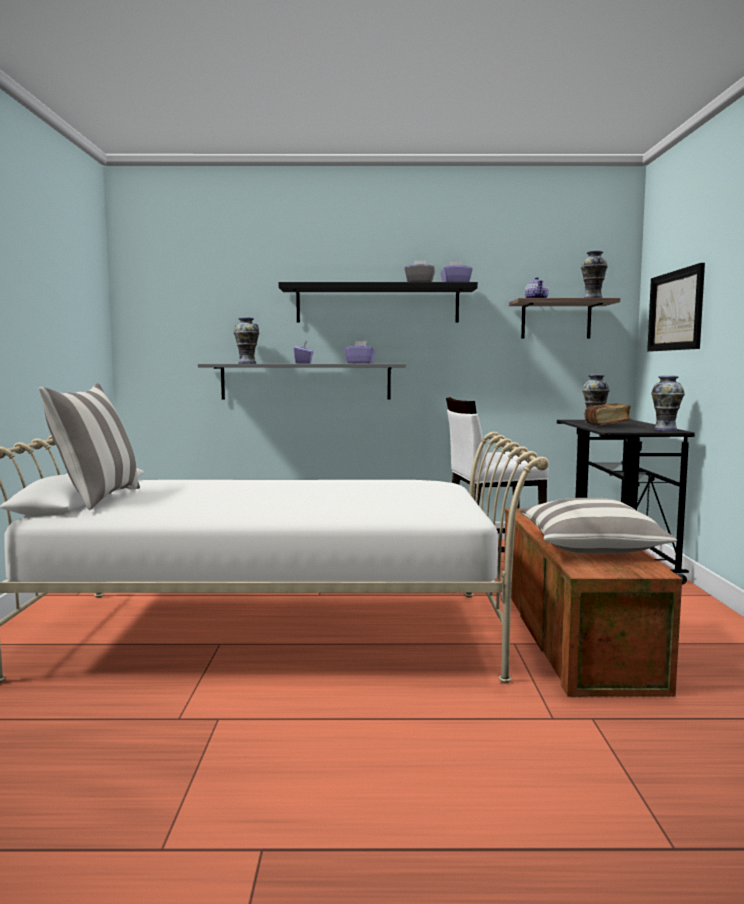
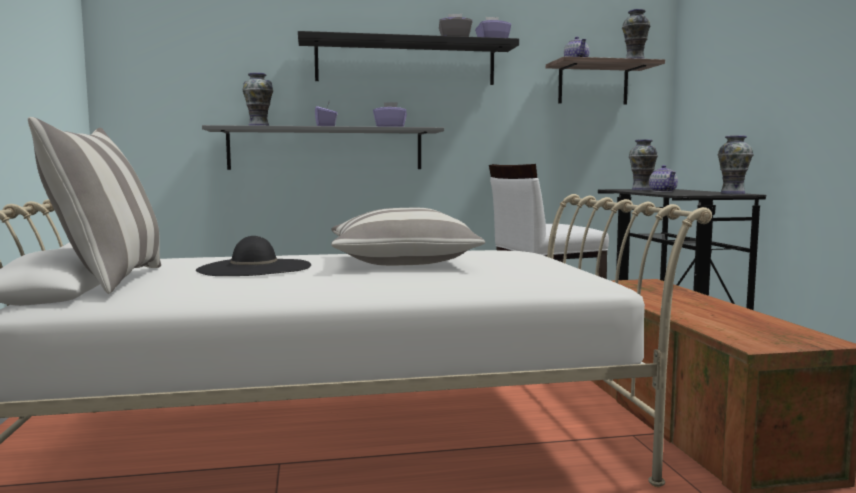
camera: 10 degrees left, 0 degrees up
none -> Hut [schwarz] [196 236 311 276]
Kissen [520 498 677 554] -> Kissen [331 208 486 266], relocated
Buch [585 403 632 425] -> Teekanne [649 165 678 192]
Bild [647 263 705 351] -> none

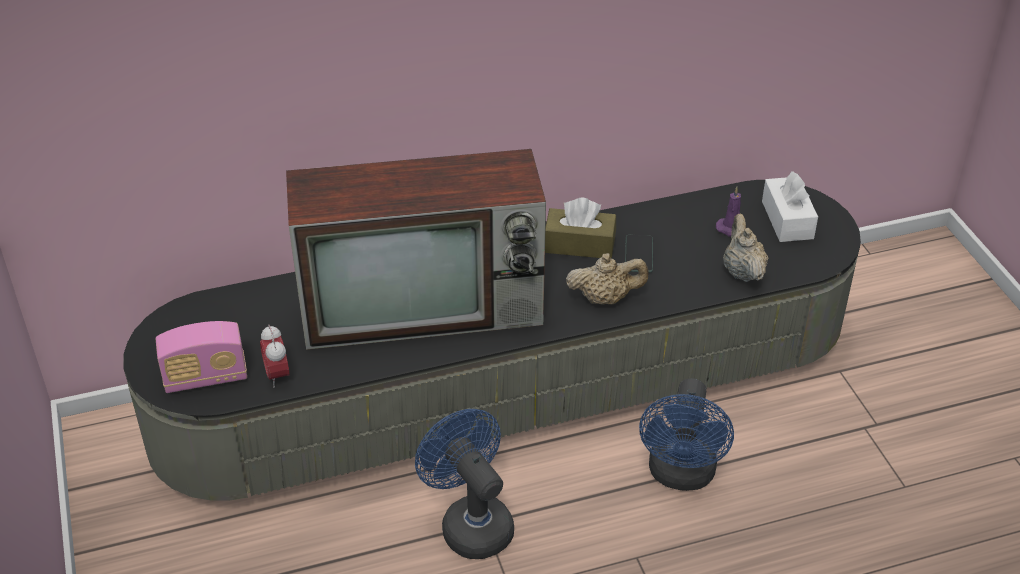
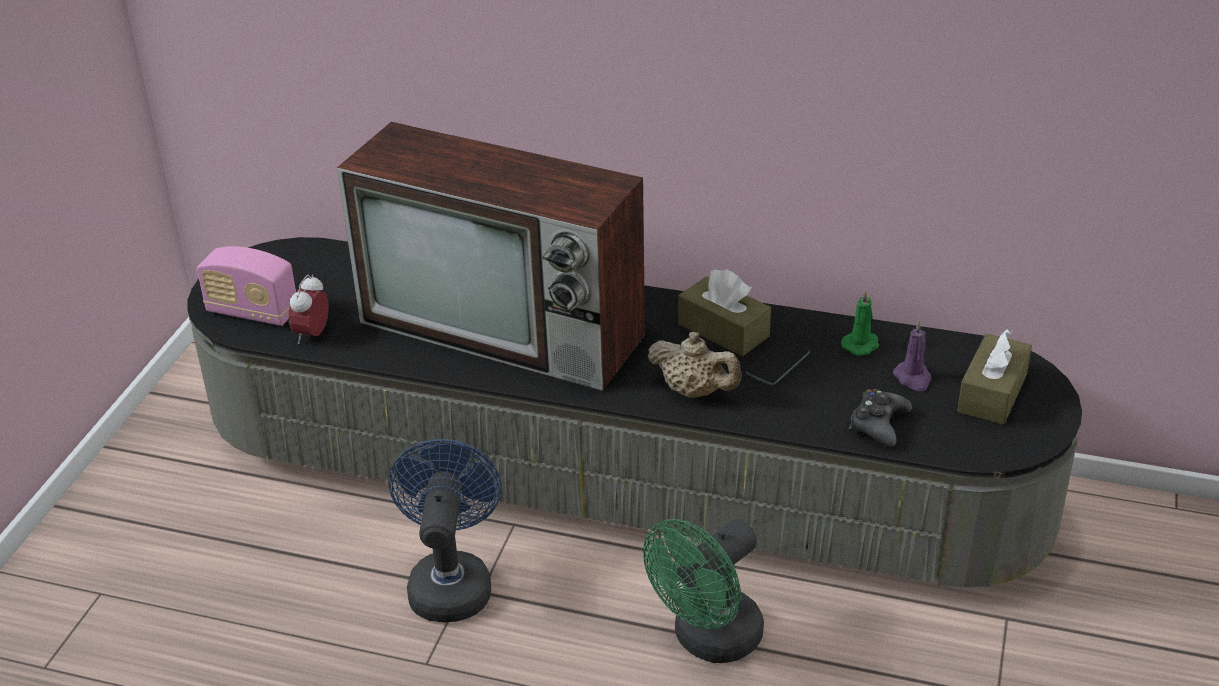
camera: 35 degrees right, 5 degrees down
Ventilator [blau] [639 378 734 491] -> Ventilator [grün] [643 519 764 663]
none -> Kerze [grün] [841 289 880 356]
Teekanne [beige] [723 214 768 282] -> Gamepad [schwarz] [848 389 912 447]
Taschentuchbox [weiß] [762 171 818 242] -> Taschentuchbox [braun] [957 329 1032 425]

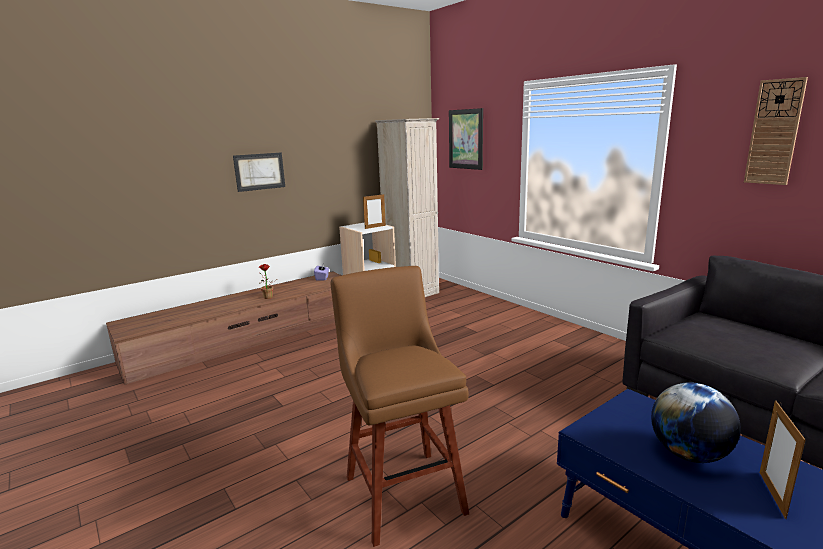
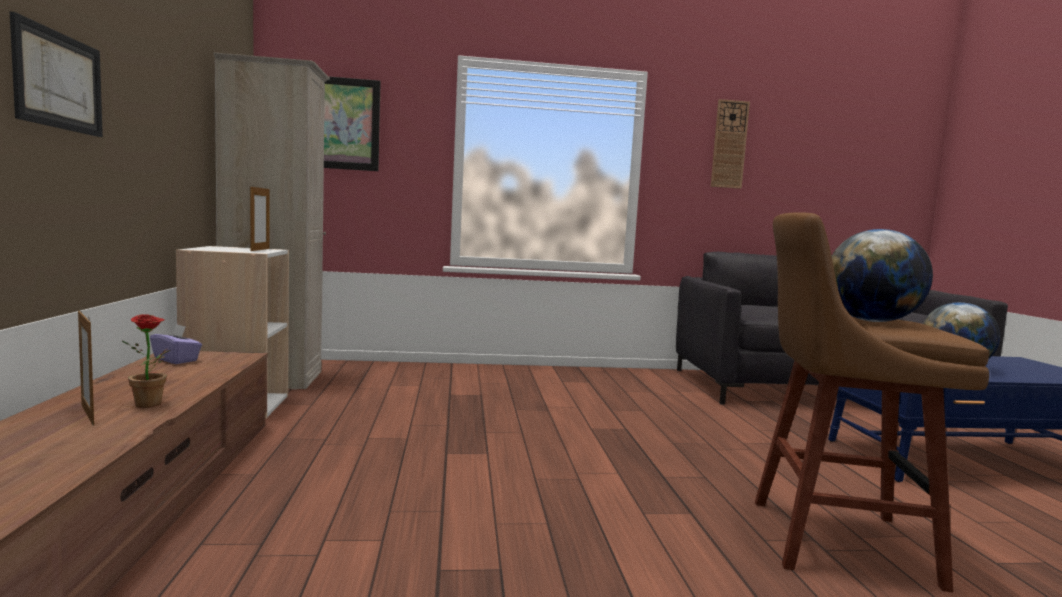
camera: 60 degrees left, 10 degrees down
Bilderrahmen [760 401 806 519] -> Bilderrahmen [78 310 94 425], relocated
none -> Globus [832 229 933 322]

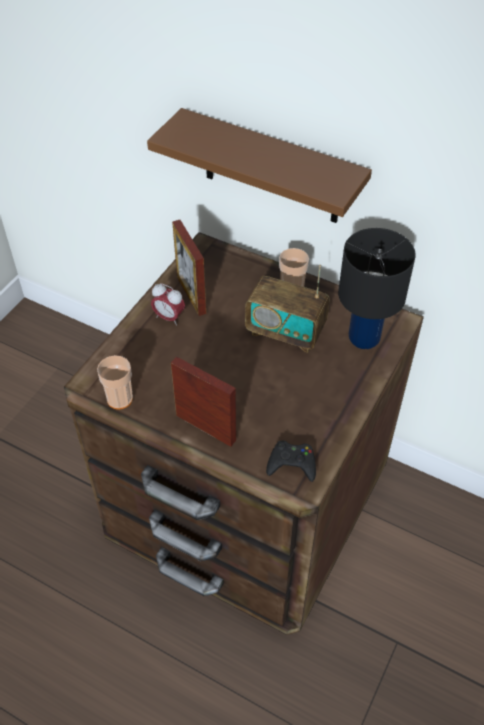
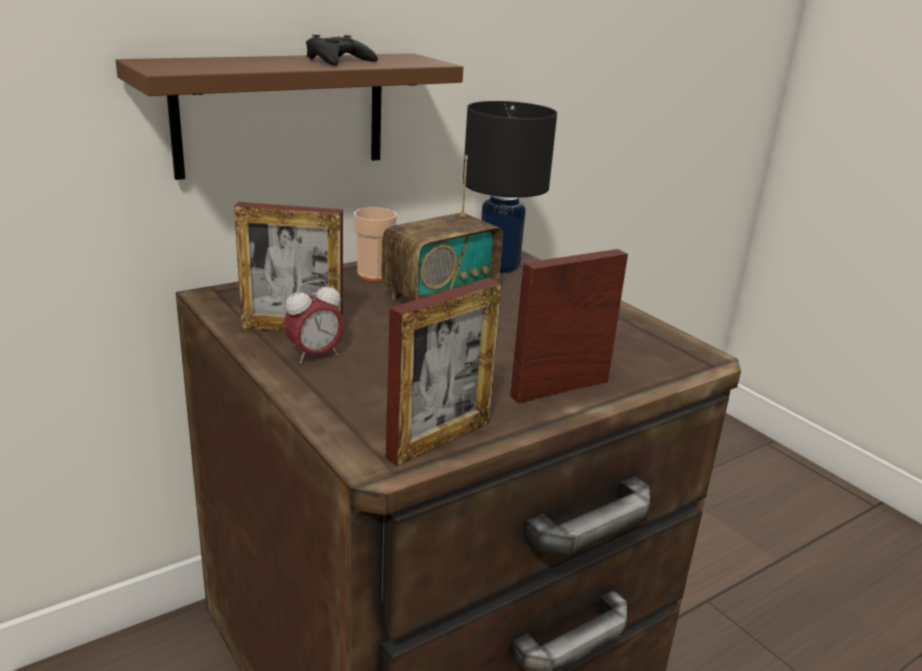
camera: 65 degrees left, 25 degrees down
Gamepad [schwarz] [266 441 316 482] -> Gamepad [schwarz] [306 35 378 66], relocated
Tasse [97 355 133 410] -> Bilderrahmen [386 278 502 466]

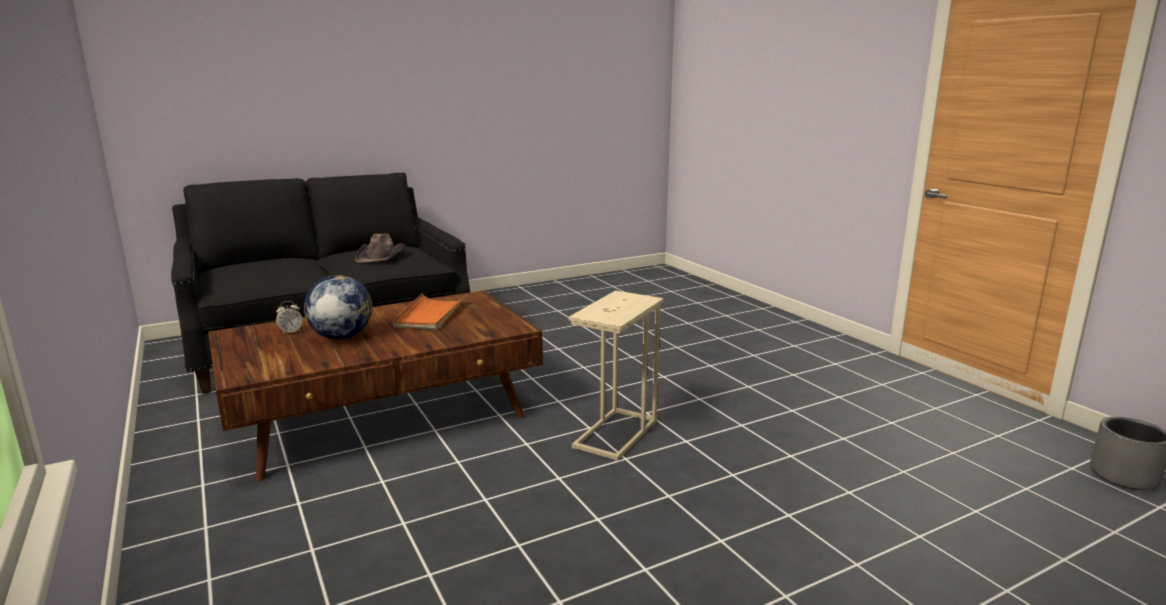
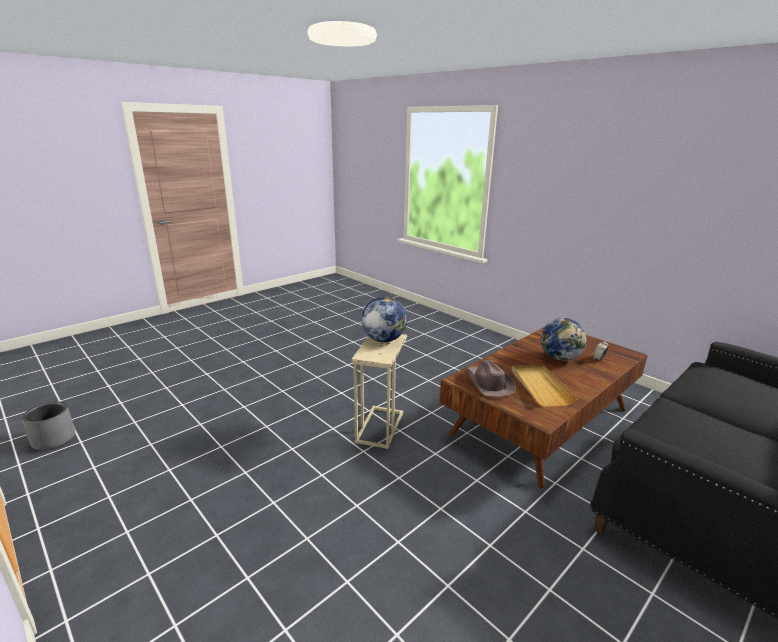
camera: 165 degrees right, 5 degrees up
none -> Globus [362 297 407 342]
Hut [braun] [355 233 406 262] -> Hut [braun] [466 360 516 397], relocated
Tablett [orange] [393 293 467 330] -> Tablett [beige] [512 365 578 407]

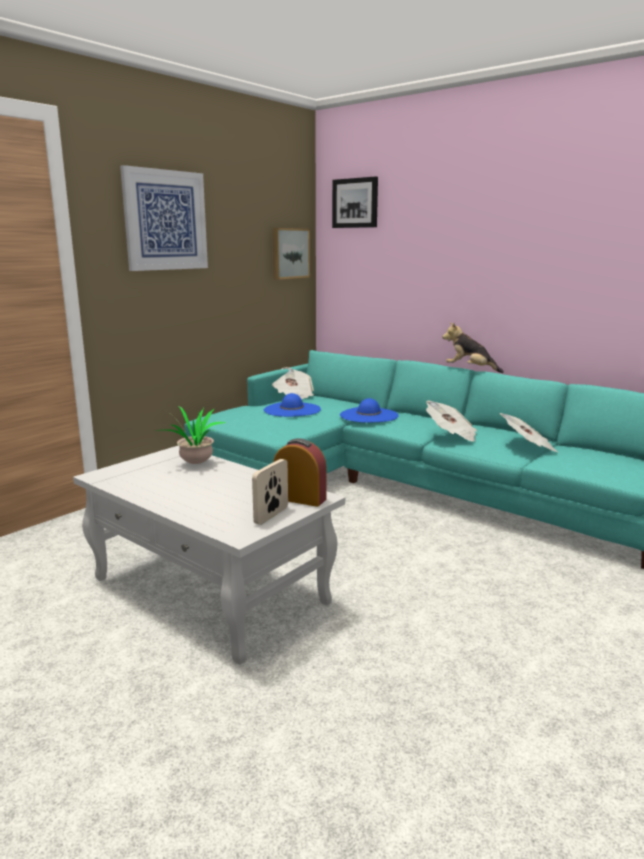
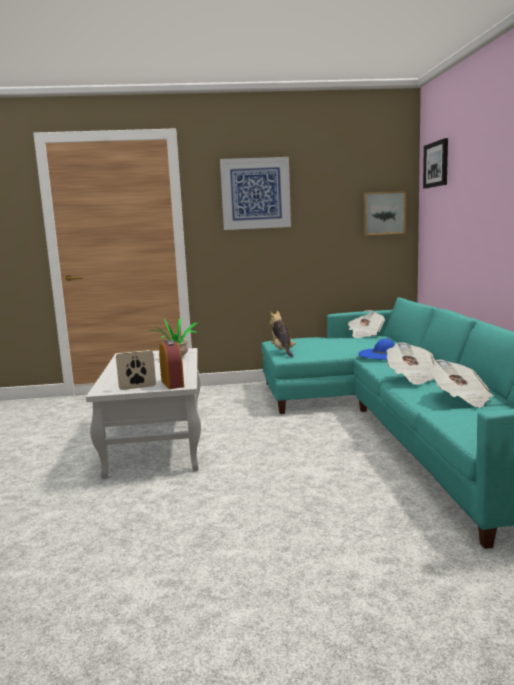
camera: 45 degrees right, 5 degrees down
Plüschtier [442 322 504 373] -> Plüschtier [270 311 296 357], relocated
Hut [blau] [264 393 321 417] -> none

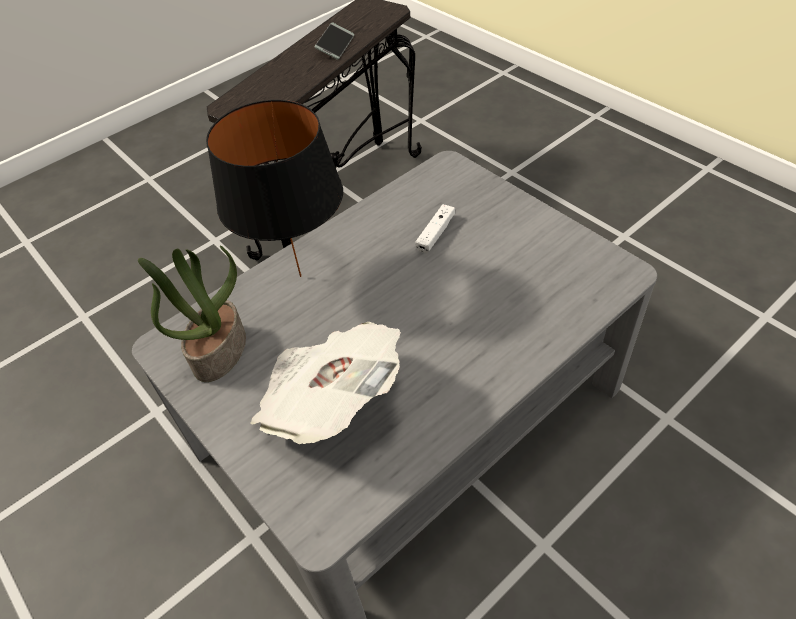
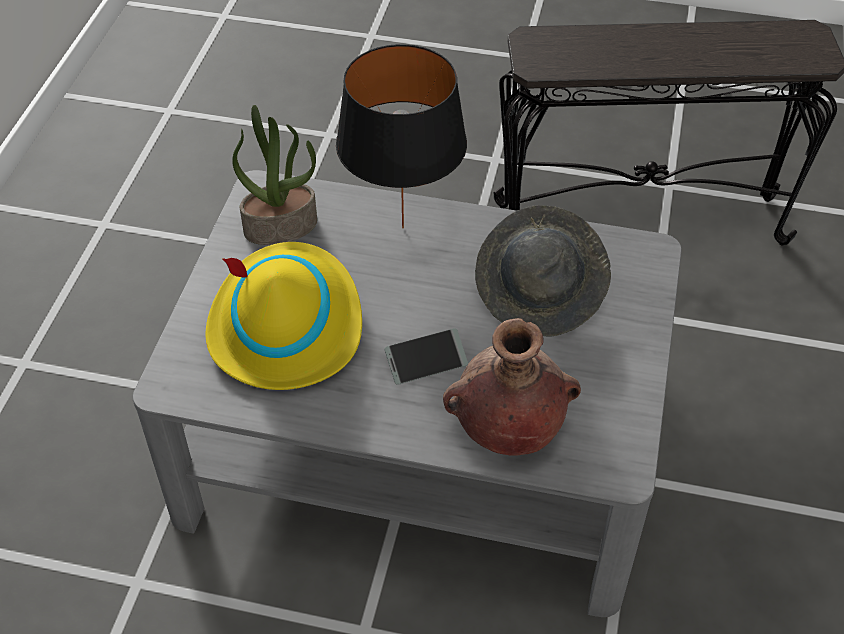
camera: 50 degrees right, 0 degrees up
Zeitung [250 322 401 444] -> Hut [gelb] [206 242 362 390]
Handy [315 22 354 60] -> Handy [384 328 468 385], relocated
none -> Vase [braun] [443 318 581 456]
Gamepad [weiß] [415 204 455 253] -> Hut [grau] [475 205 611 336]

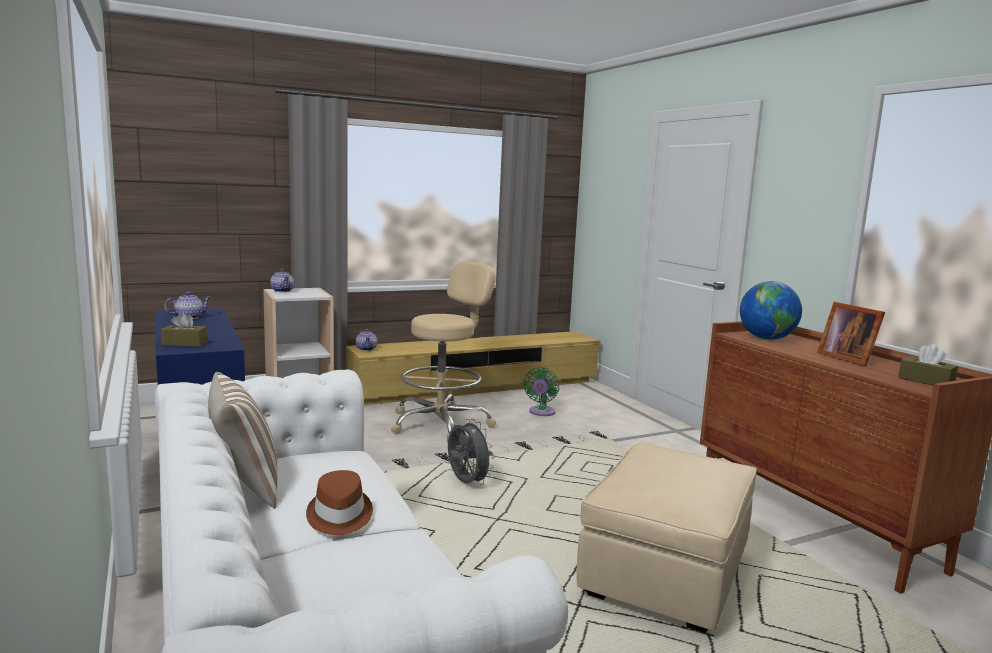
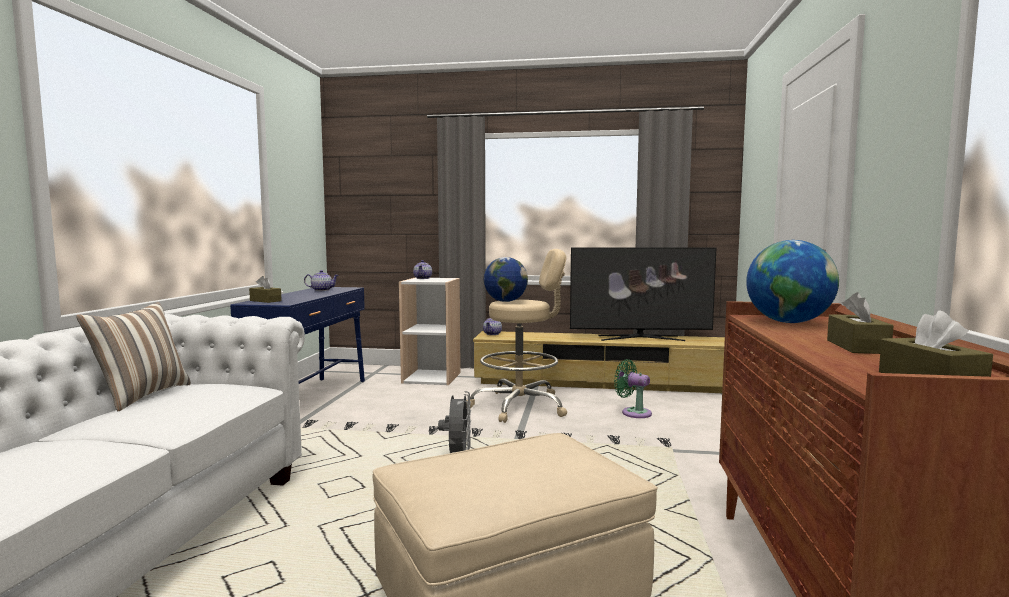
camera: 35 degrees right, 5 degrees down
none -> Globus [484 257 528 302]
none -> Fernseher [570 247 716 341]
Ventilator [grün] [523 367 559 416] -> Ventilator [grün] [614 359 652 418], 75 degrees clockwise
Bilderrahmen [817 302 885 367] -> Taschentuchbox [braun] [827 292 894 354]
Hut [braun] [306 470 373 535] -> none

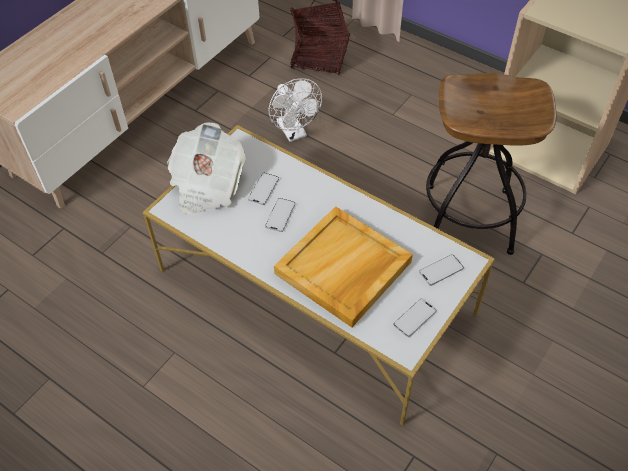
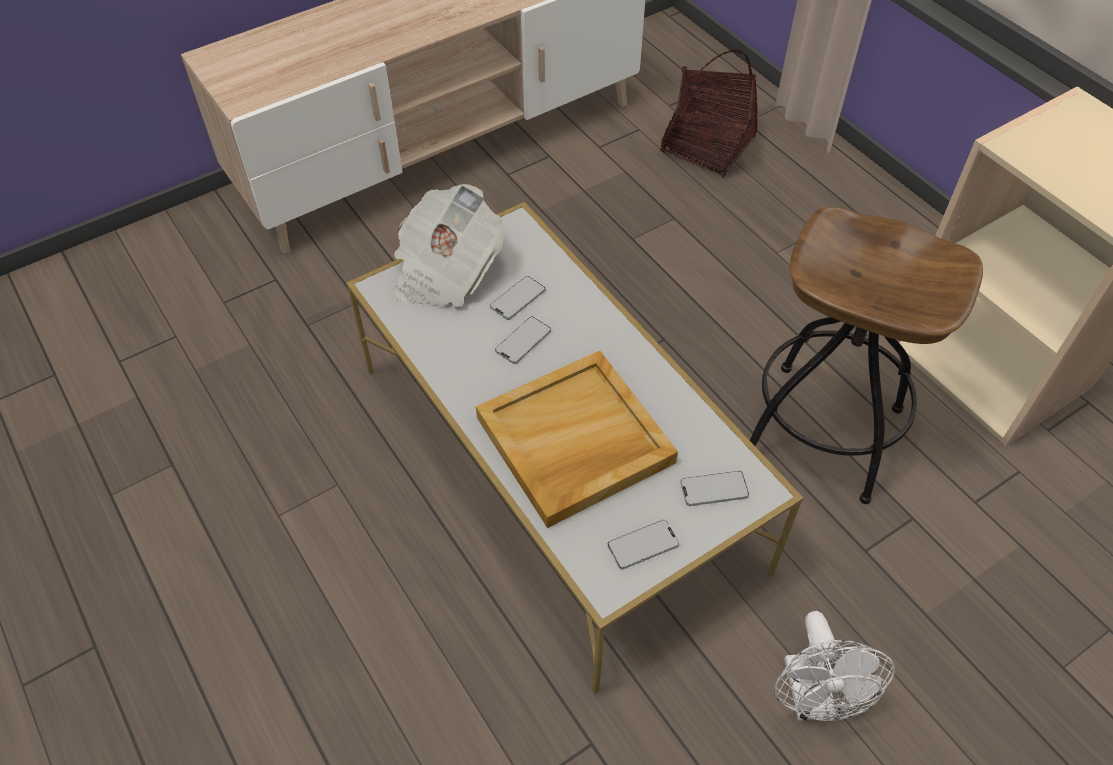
camera: 20 degrees right, 0 degrees up
Ventilator [weiß] [269 78 322 142] -> Ventilator [weiß] [774 611 895 721], relocated

